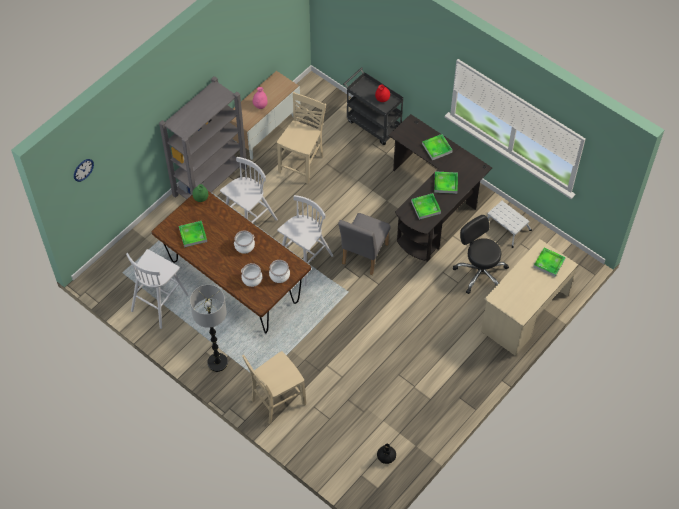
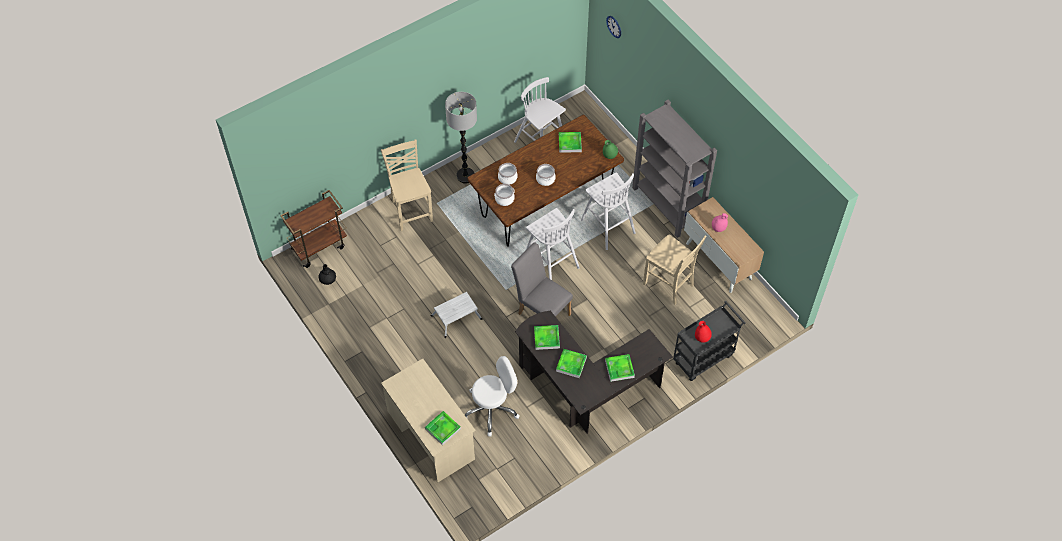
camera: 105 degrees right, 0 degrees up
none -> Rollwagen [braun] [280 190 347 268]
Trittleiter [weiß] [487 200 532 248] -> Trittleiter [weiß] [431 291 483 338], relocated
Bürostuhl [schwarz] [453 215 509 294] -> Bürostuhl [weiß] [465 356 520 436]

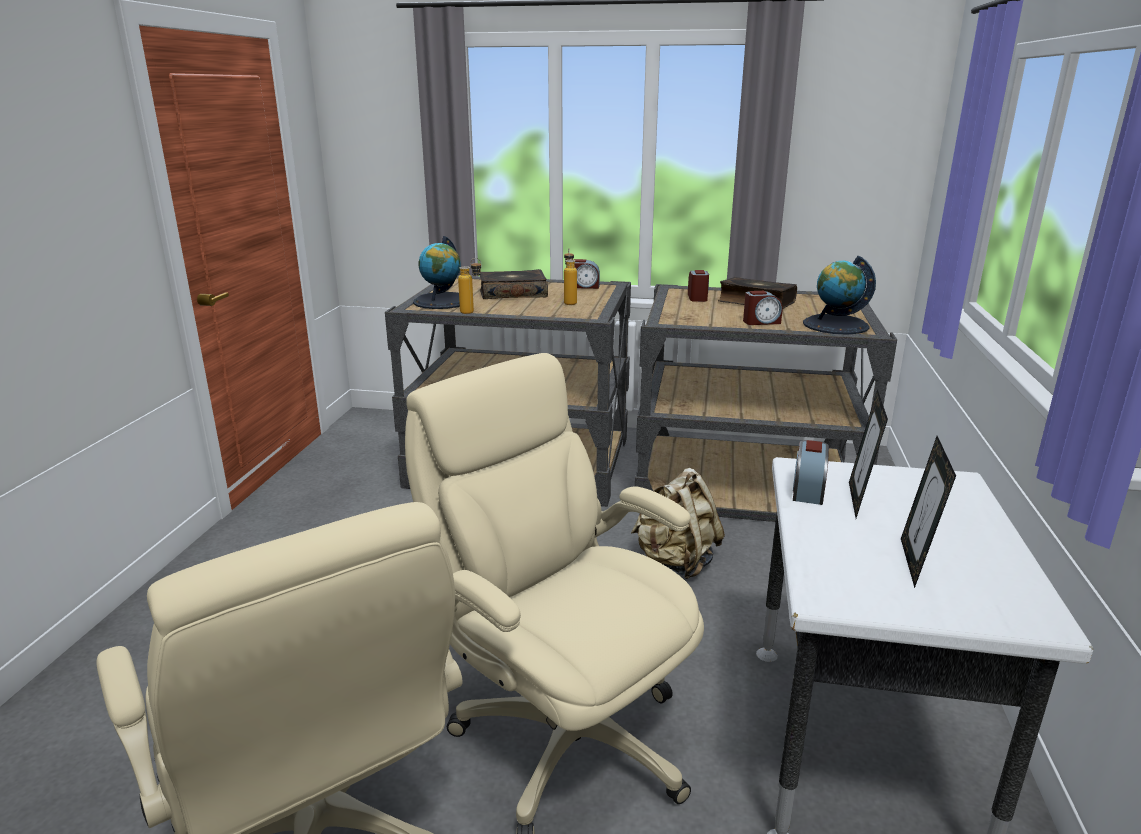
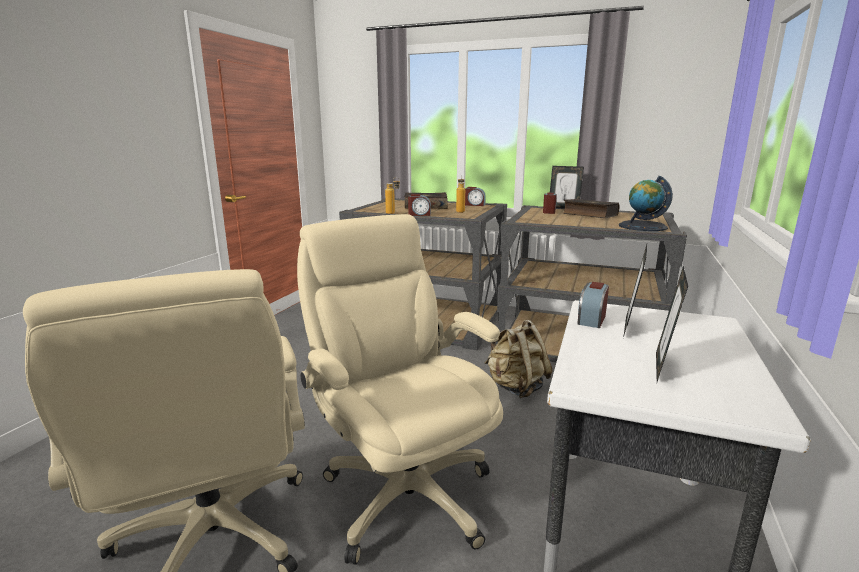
camera: 10 degrees right, 5 degrees down
Wecker [743 291 783 325] -> Wecker [408 194 431 216], relocated
none -> Bilderrahmen [550 166 584 209]
Globus [413 236 461 309] -> none

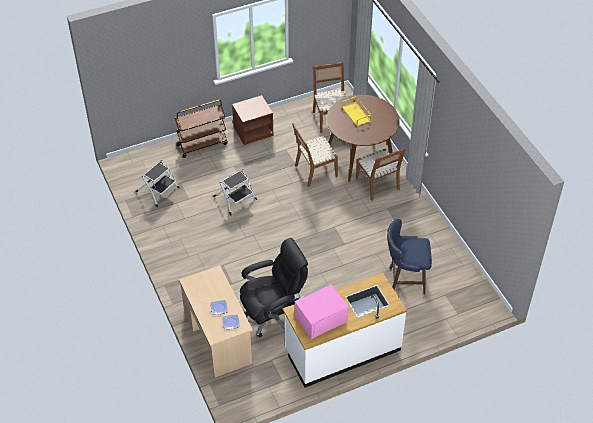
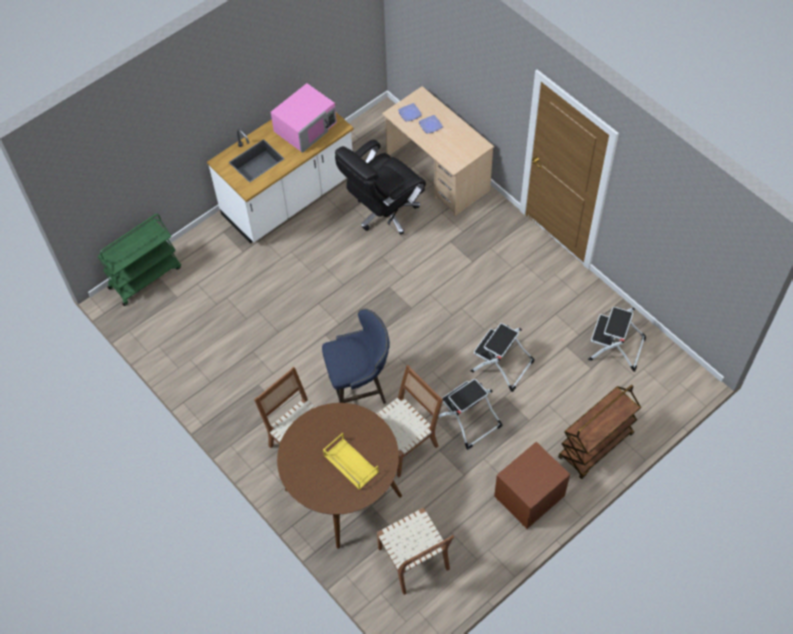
camera: 165 degrees right, 10 degrees up
none -> Rollwagen [grün] [97 213 181 306]
Hocker [blau] [387 219 432 294] -> Hocker [blau] [322 309 390 404], relocated
none -> Trittleiter [438 379 503 450]

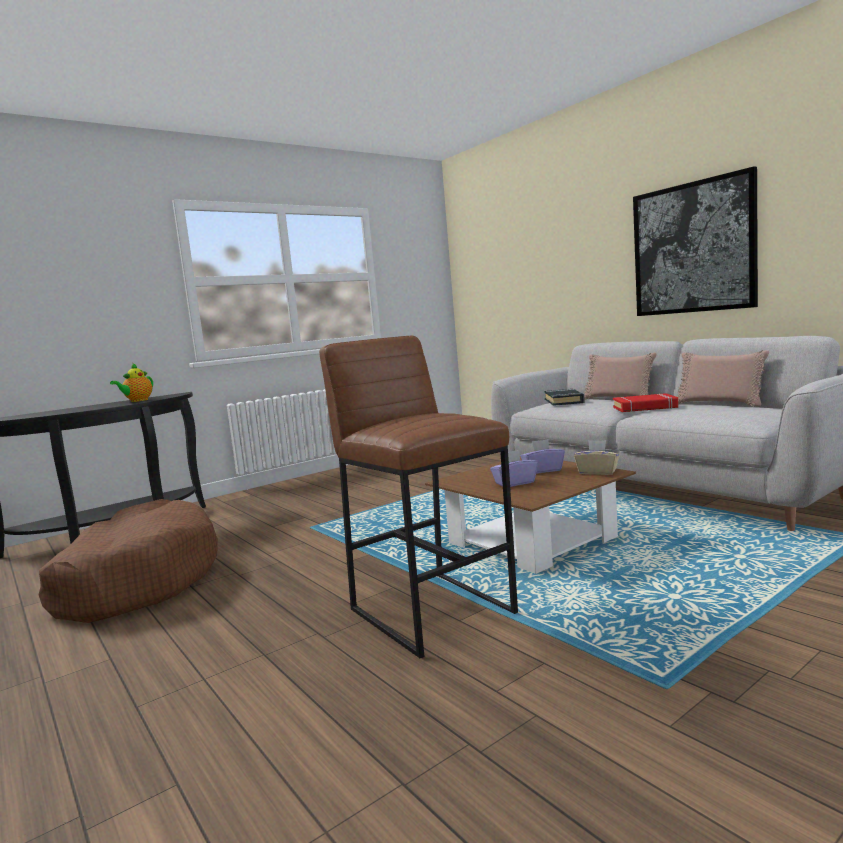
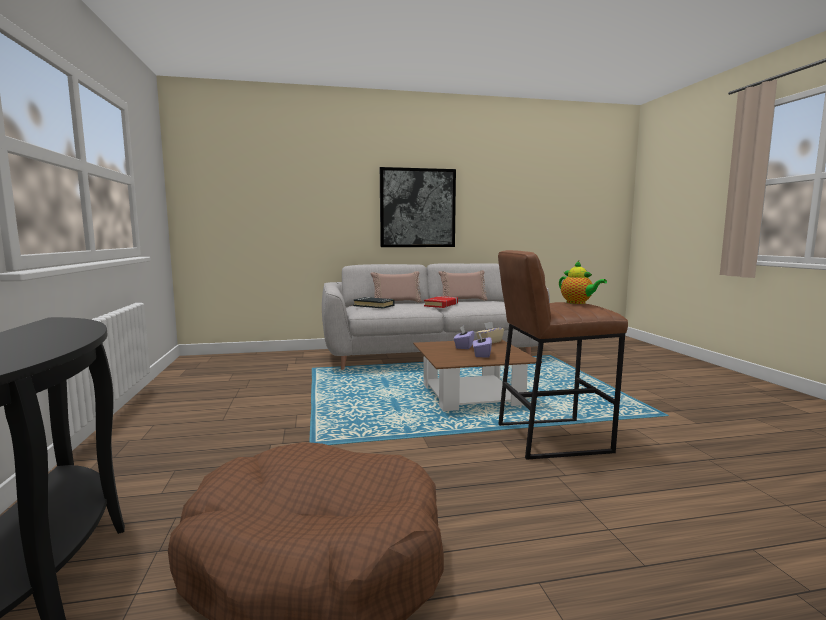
camera: 65 degrees left, 0 degrees up
Teekanne [110 363 153 402] -> Teekanne [559 261 607 304], relocated

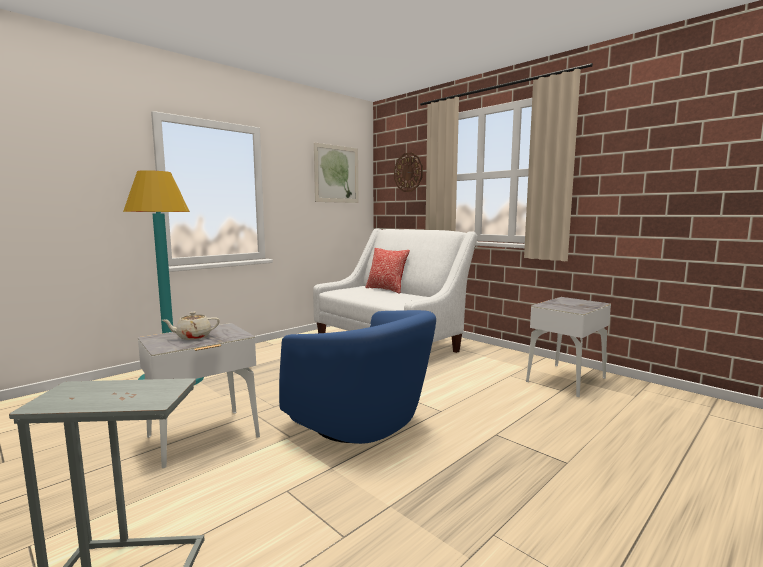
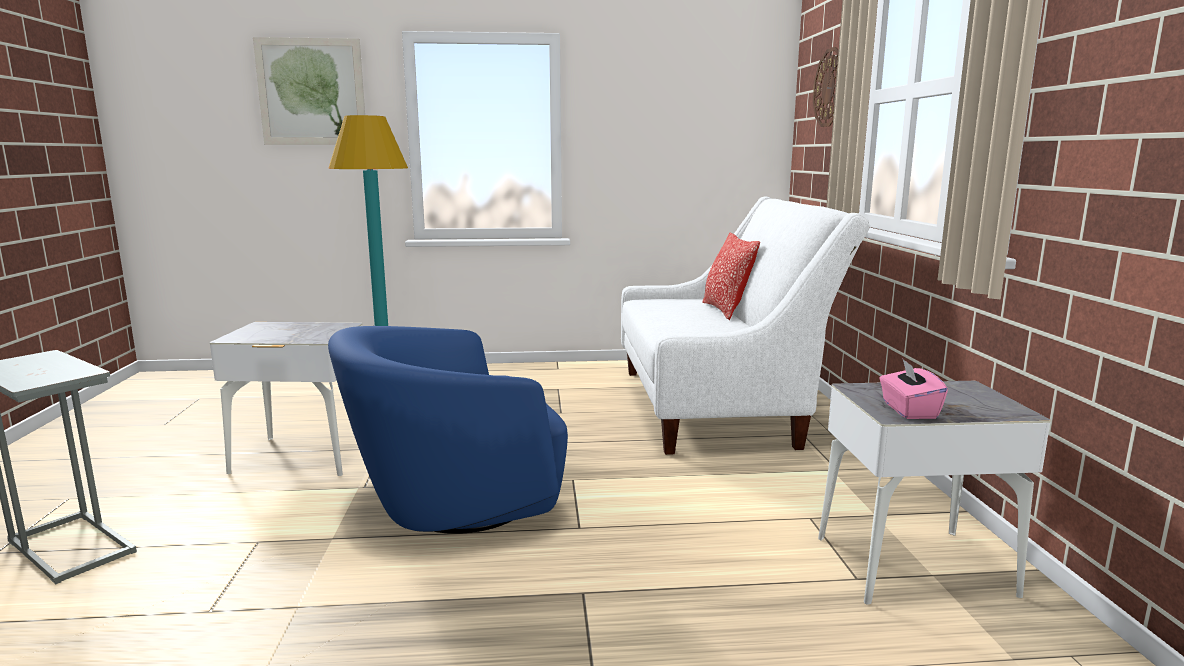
camera: 40 degrees right, 5 degrees up
Bild [314 142 358 203] -> Bild [253 37 365 145], relocated
Sessel [blau] [279 310 436 444] -> Sessel [blau] [328 326 568 534], 75 degrees clockwise
none -> Taschentuchbox [rosa] [879 358 948 419]
Teekanne [beige] [162 312 220 340] -> none

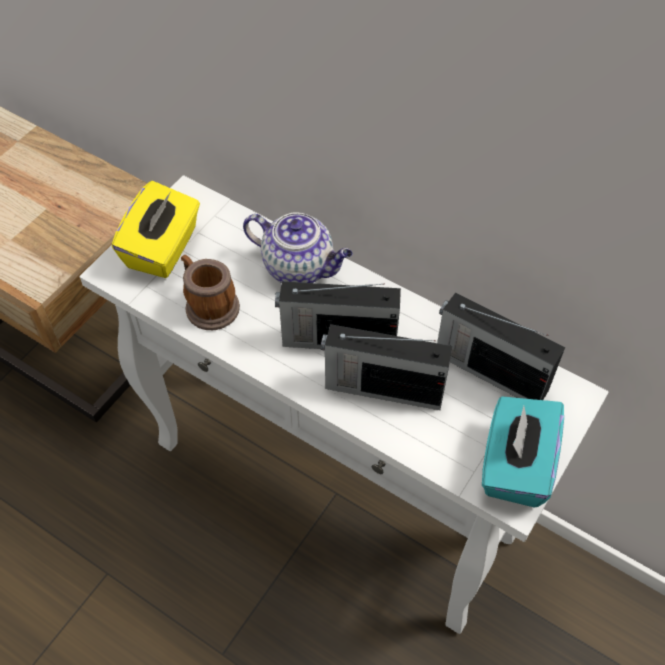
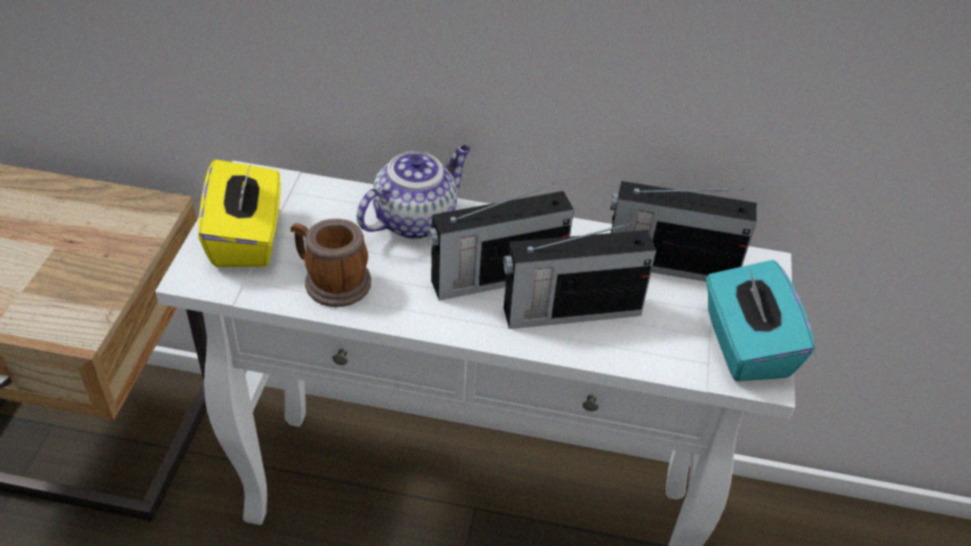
camera: 25 degrees left, 10 degrees down
Teekanne [243 212 353 283] -> Teekanne [357 145 471 239], 45 degrees counterclockwise

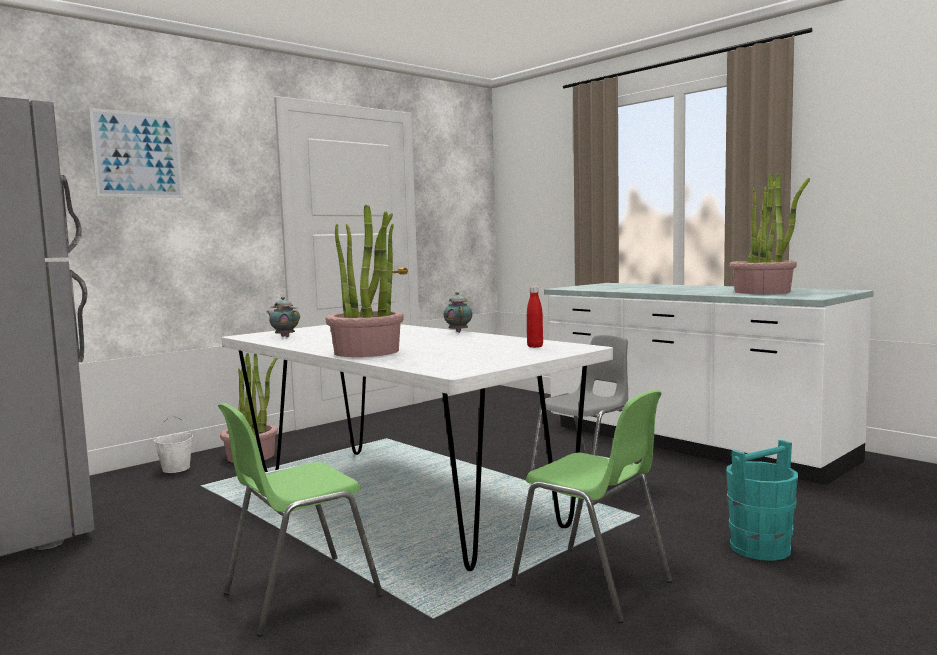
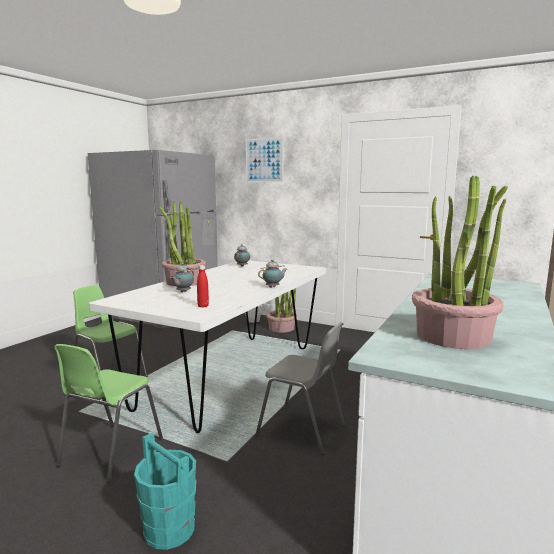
camera: 70 degrees right, 5 degrees up
none -> Teekanne [170 263 194 292]

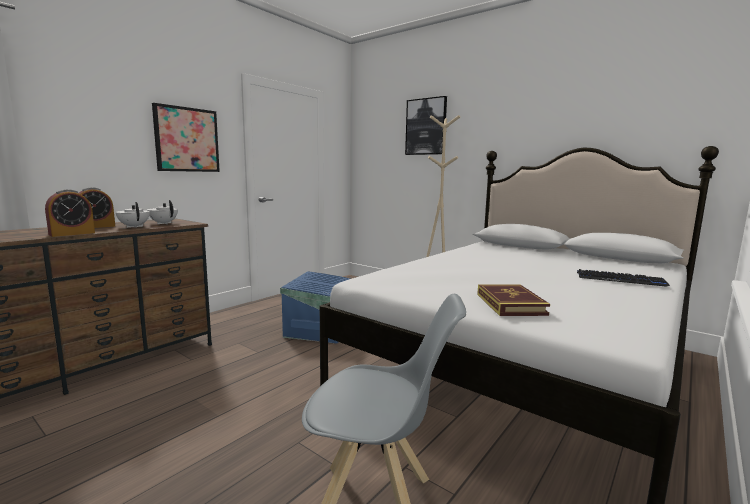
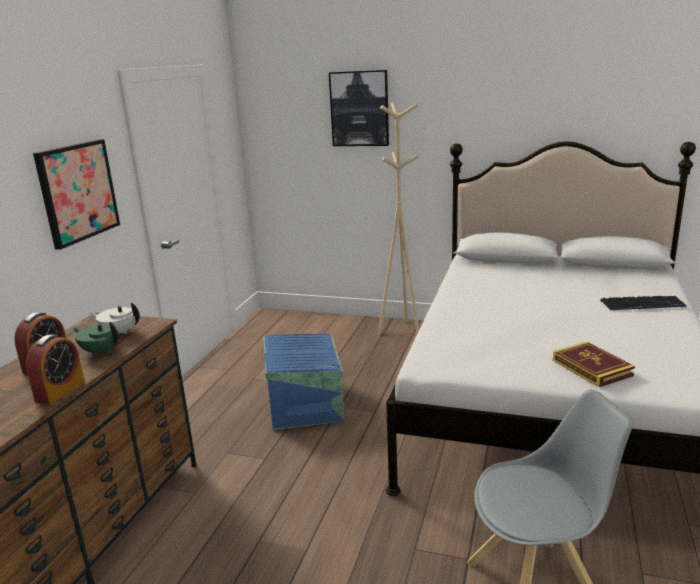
camera: 20 degrees left, 10 degrees up
Teekanne [weiß] [116 202 150 228] -> Teekanne [grün] [73 322 119 356]

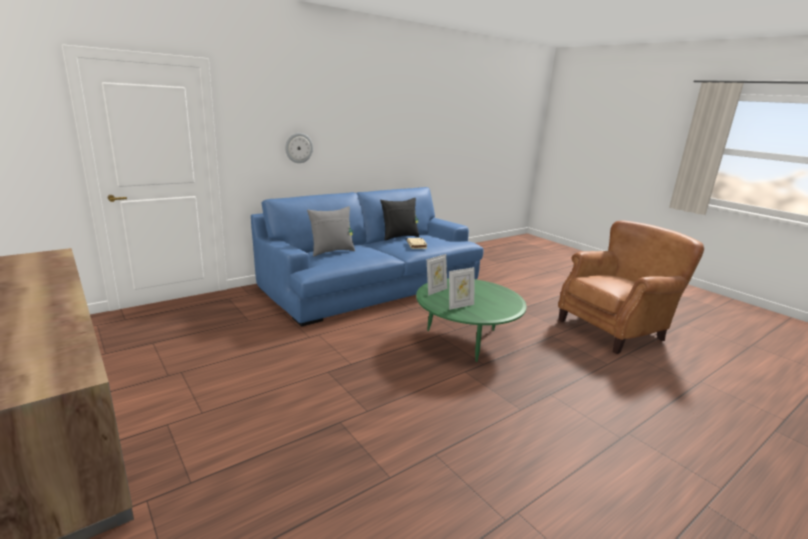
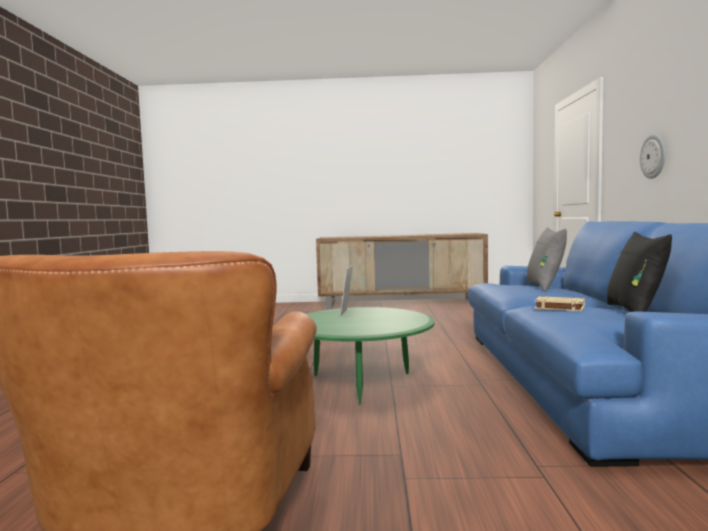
camera: 130 degrees right, 15 degrees down
Bilderrahmen [427 254 447 296] -> none

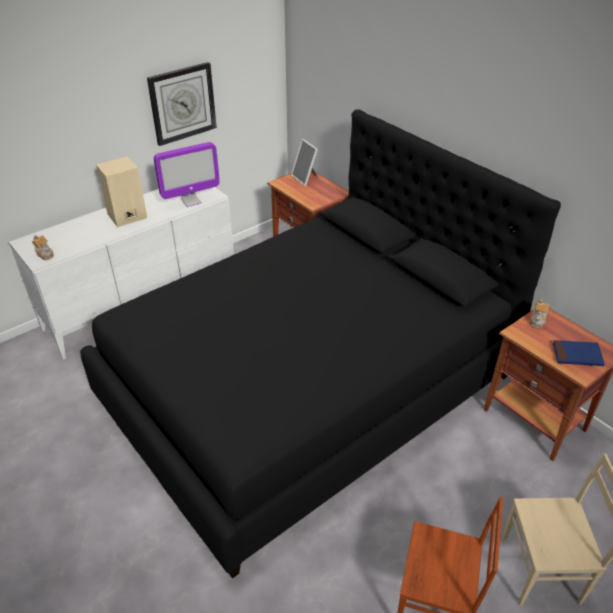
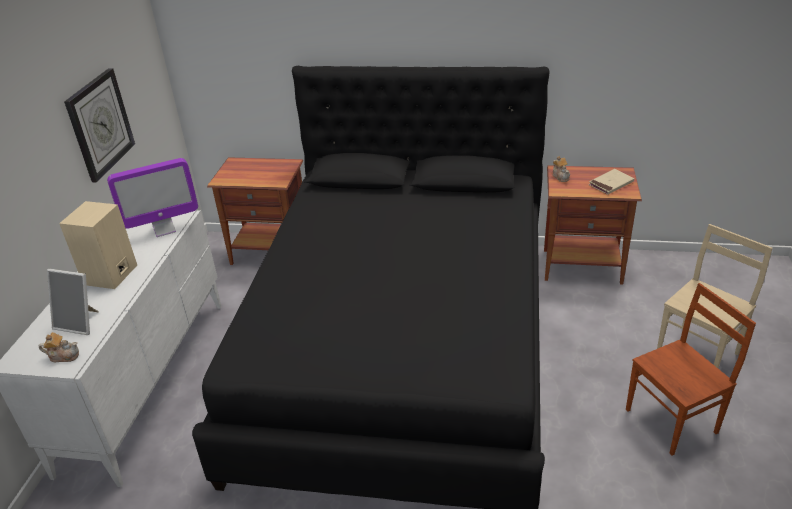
camera: 40 degrees left, 5 degrees down
Bilderrahmen [291 139 319 186] -> Bilderrahmen [47 269 99 335], relocated
Monitor [154 142 220 207] -> Monitor [107 158 198 237], 45 degrees clockwise
Buch [blau] [553 340 605 366] -> Buch [beige] [589 169 634 195]

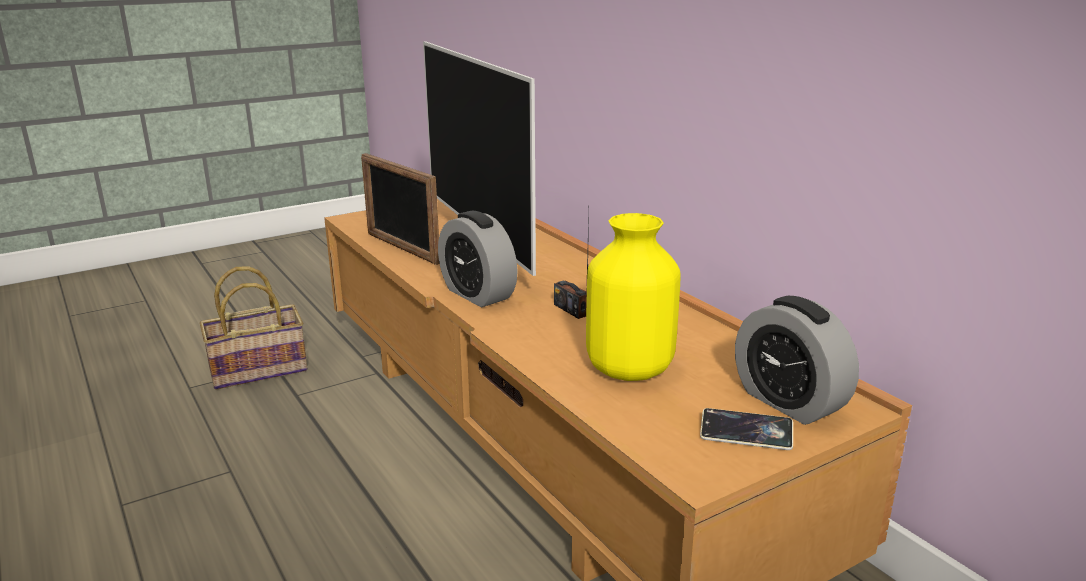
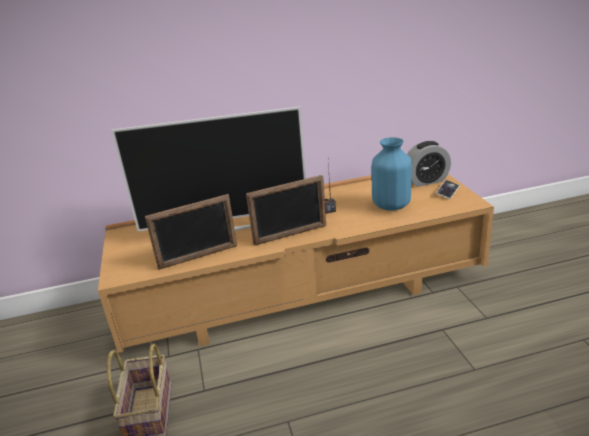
camera: 70 degrees left, 5 degrees up
Wecker [438 211 518 307] -> Bilderrahmen [246 175 326 246]
Vase [gelb] [586 213 681 381] -> Vase [blau] [372 137 412 211]

